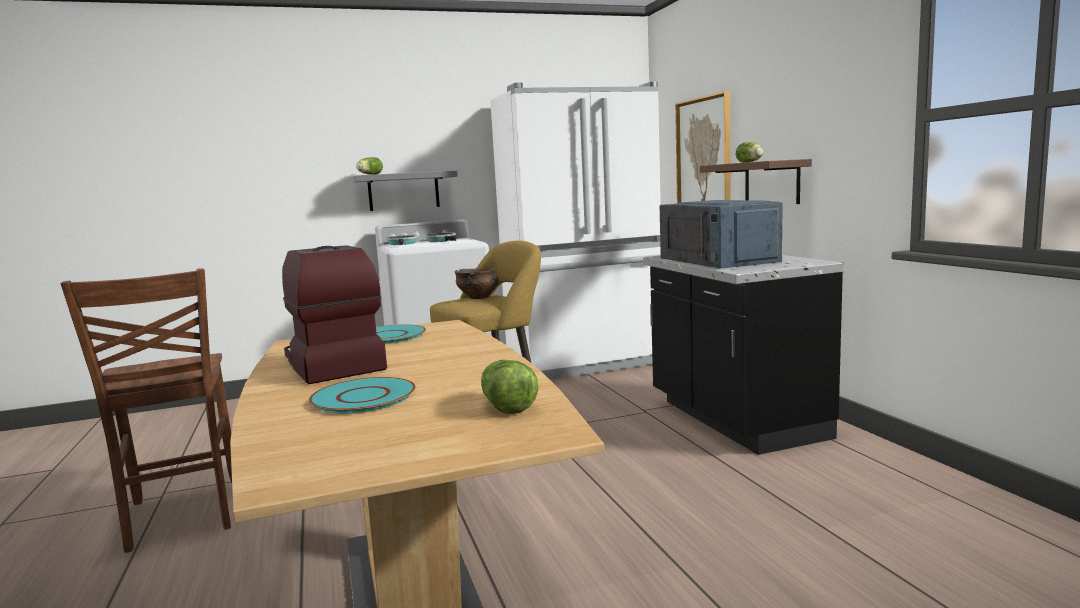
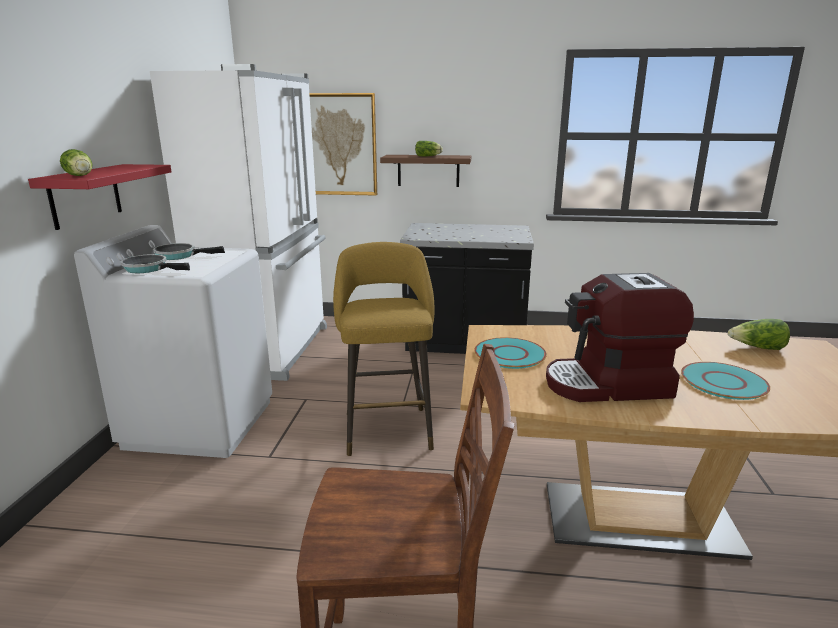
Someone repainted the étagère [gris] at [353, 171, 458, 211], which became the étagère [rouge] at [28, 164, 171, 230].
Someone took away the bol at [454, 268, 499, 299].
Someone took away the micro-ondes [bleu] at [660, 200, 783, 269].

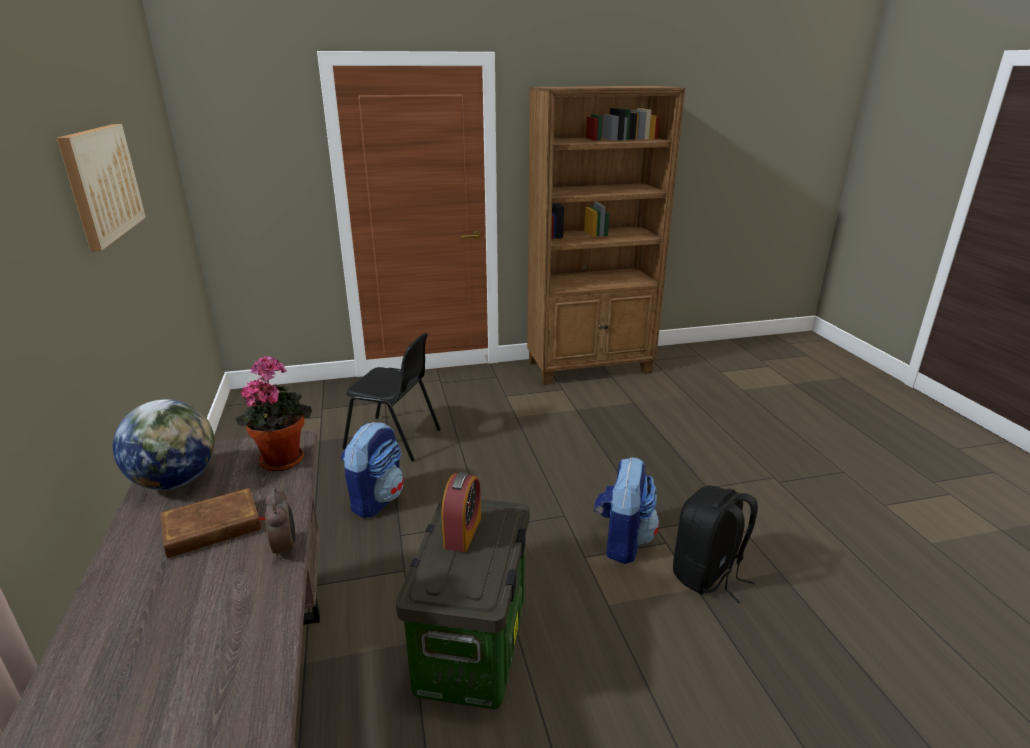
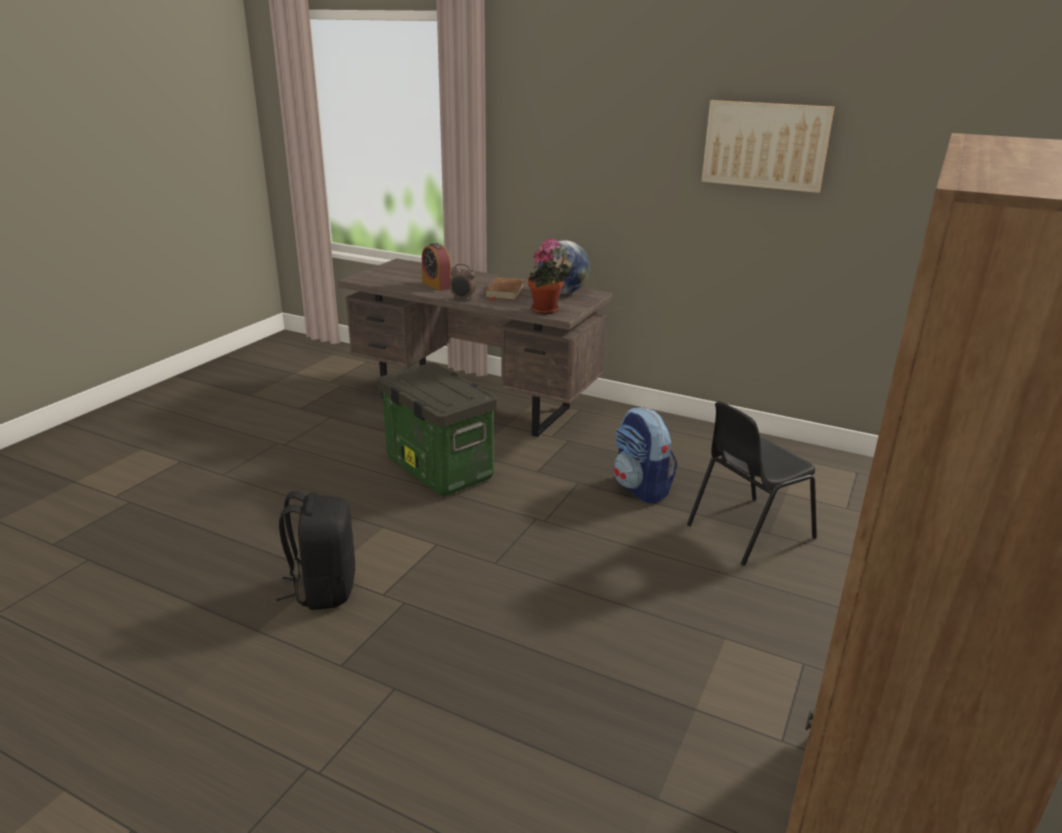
Someone carried the réveil from [442, 472, 481, 552] to [422, 243, 451, 291].
Someone took away the sac à dos at [594, 457, 659, 564].

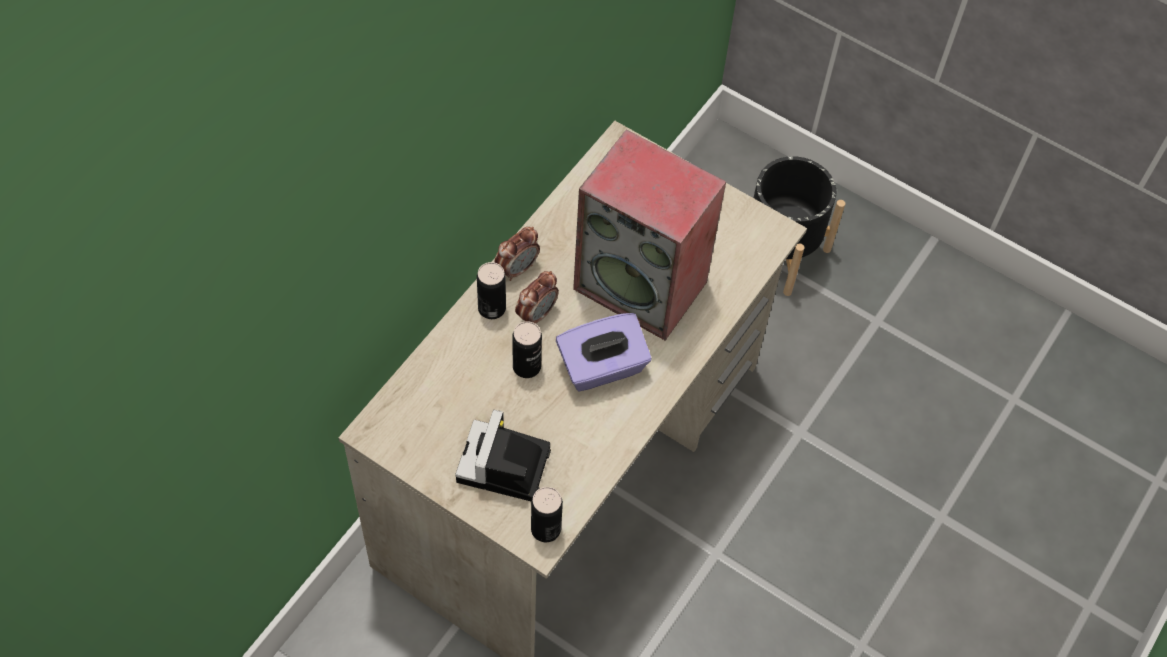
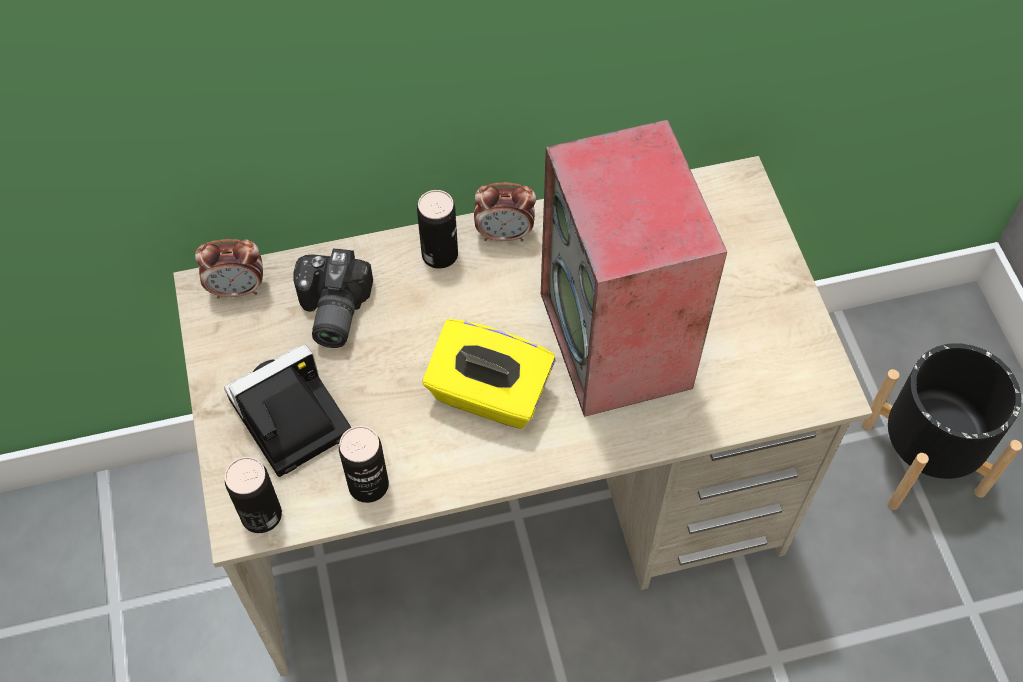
Someone carried the boîte métallique from [512, 321, 542, 378] to [339, 426, 389, 503].
Someone carried the réveil from [515, 271, 559, 324] to [195, 239, 263, 299].
Someone repainted the boîte à mouchoirs [violet] at [556, 313, 652, 391], which became the boîte à mouchoirs [jaune] at [422, 319, 556, 429].
Someone put down the appareil photo at [293, 249, 373, 348].

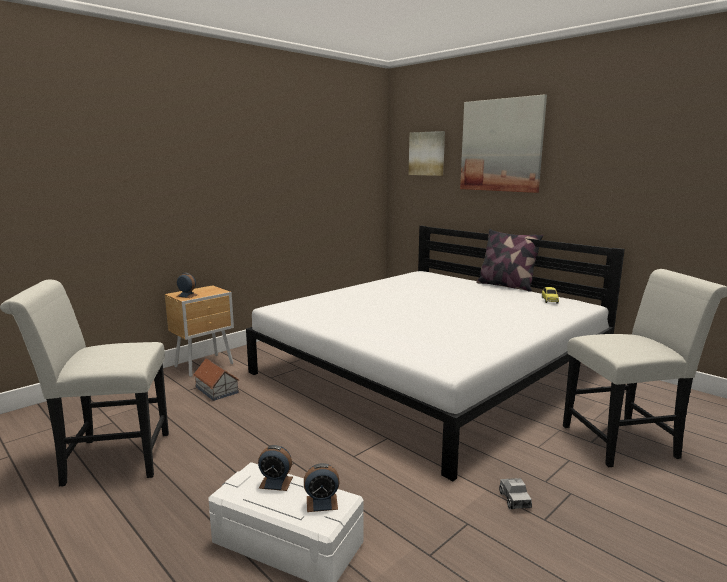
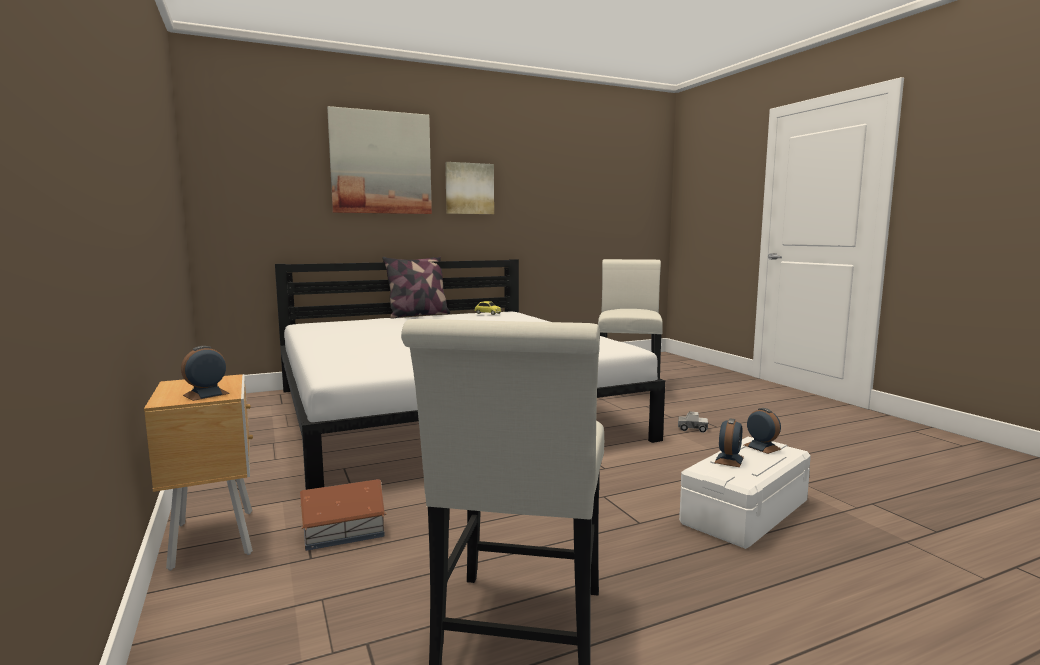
Someone rotated the réveil at [304, 463, 340, 512] by 45 degrees counterclockwise.
Someone carried the tableau from [409, 131, 445, 176] to [445, 162, 494, 214].

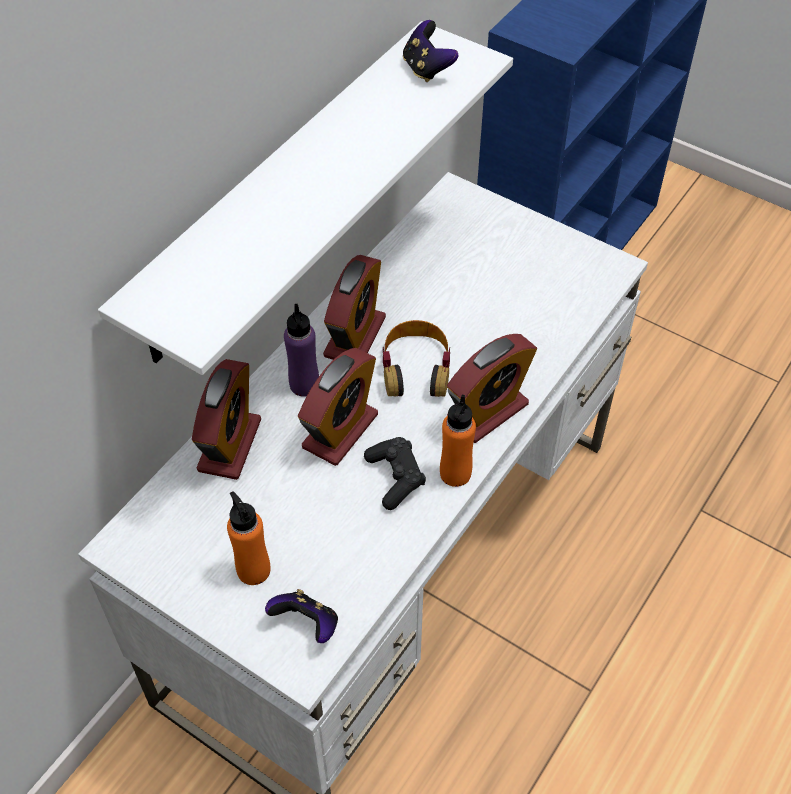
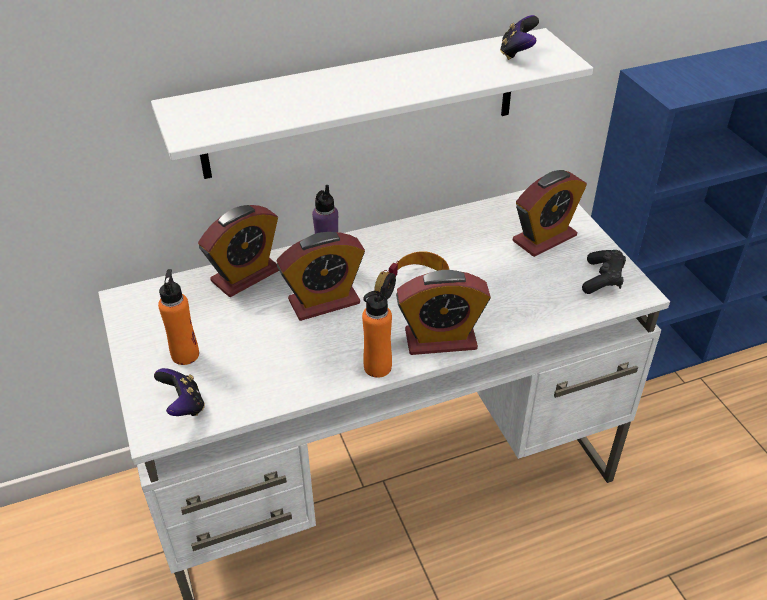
Someone carried the réveil from [323, 255, 386, 360] to [513, 170, 587, 257].
Someone carried the manette [noir] from [364, 437, 426, 510] to [582, 250, 626, 294].

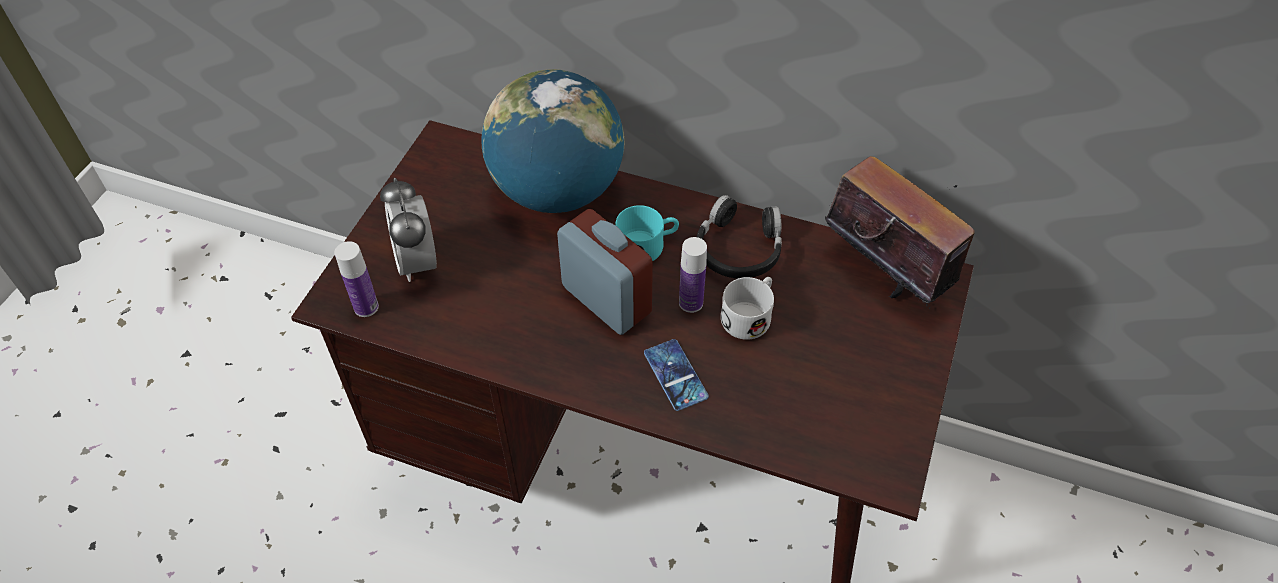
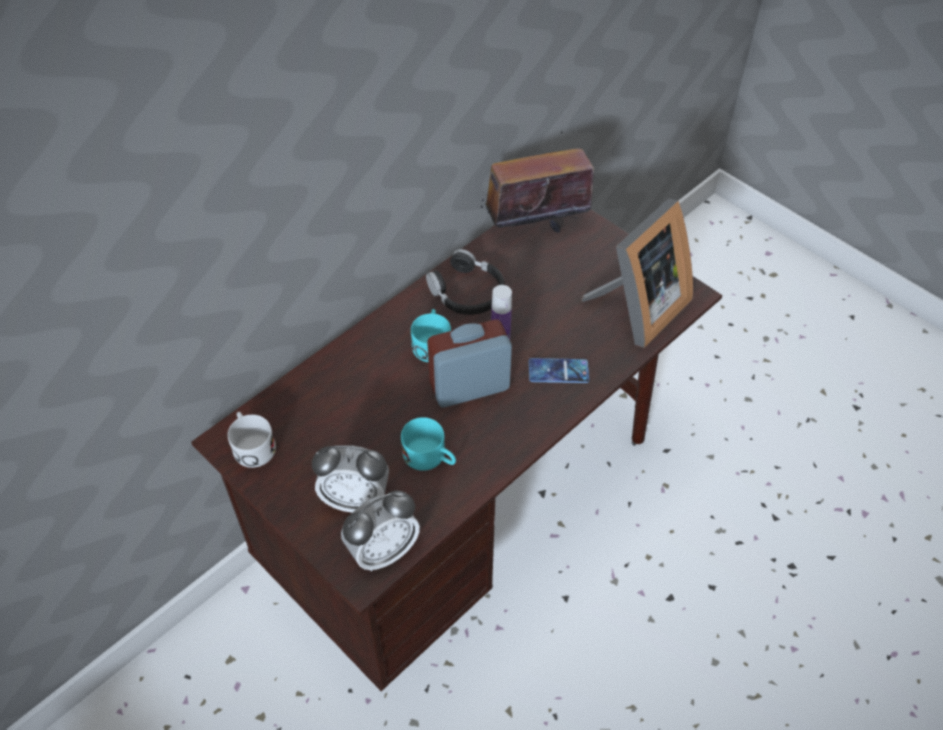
Someone swapped the bouteille at [334, 241, 379, 317] for the réveil at [341, 490, 420, 571].
Someone took away the globe at [482, 69, 624, 213].
Someone carried the mug [blanc] from [721, 277, 774, 340] to [228, 412, 276, 468].
Someone put down the mug [turquoise] at [401, 417, 456, 471].
Someone put down the cadre photo at [581, 198, 693, 348].

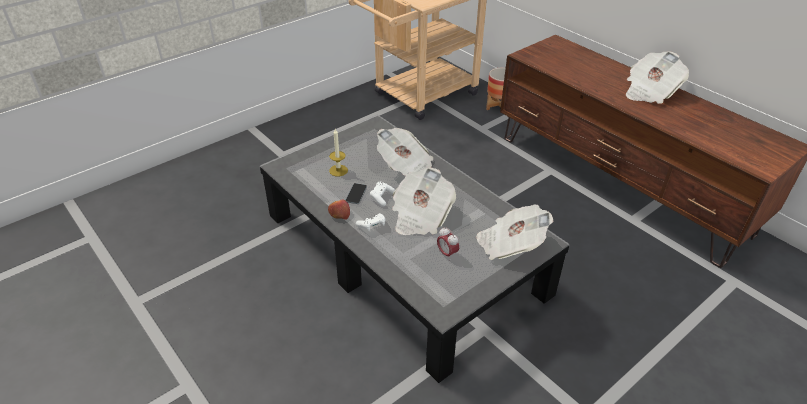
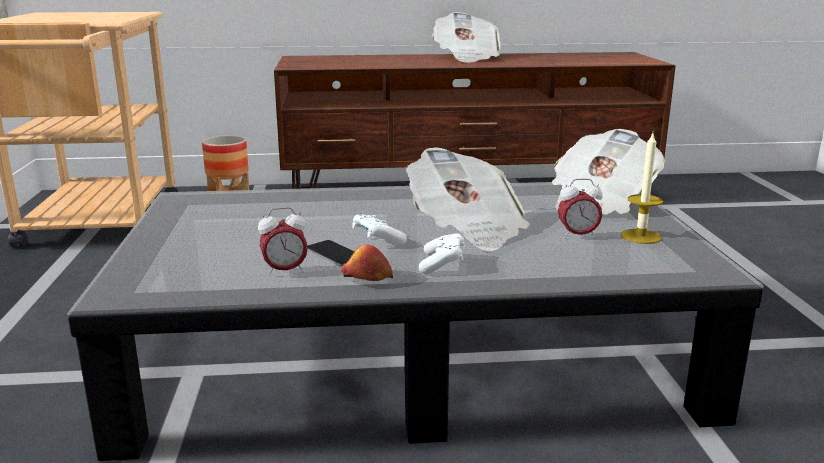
Someone carried the bougie from [329, 129, 348, 176] to [621, 133, 663, 244].
Someone took away the journal at [377, 128, 433, 176].
Someone put down the réveil at [258, 207, 308, 276].

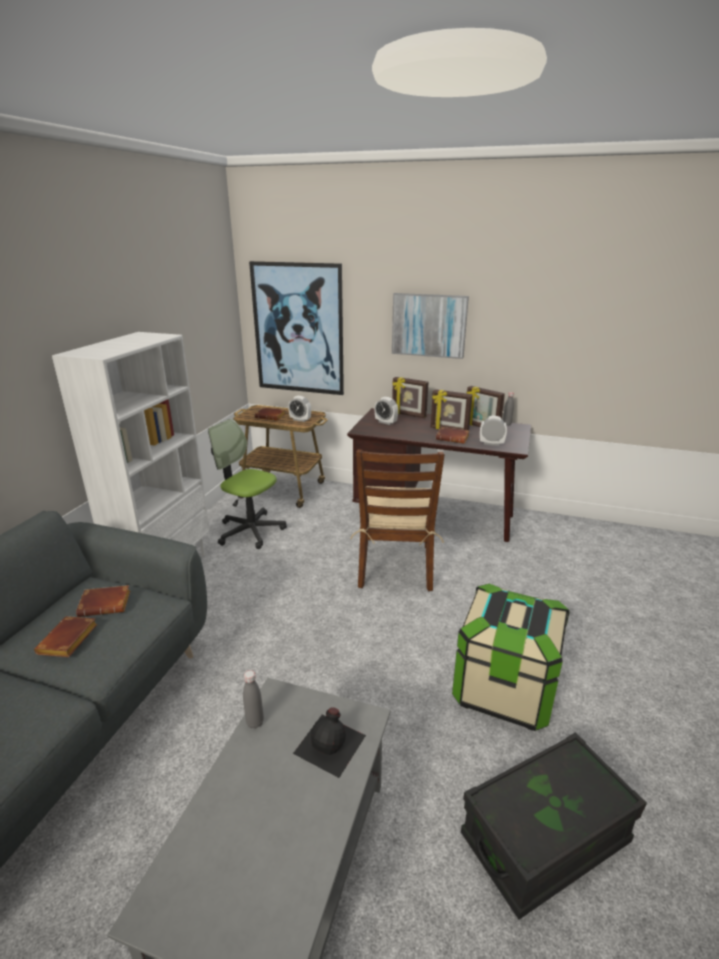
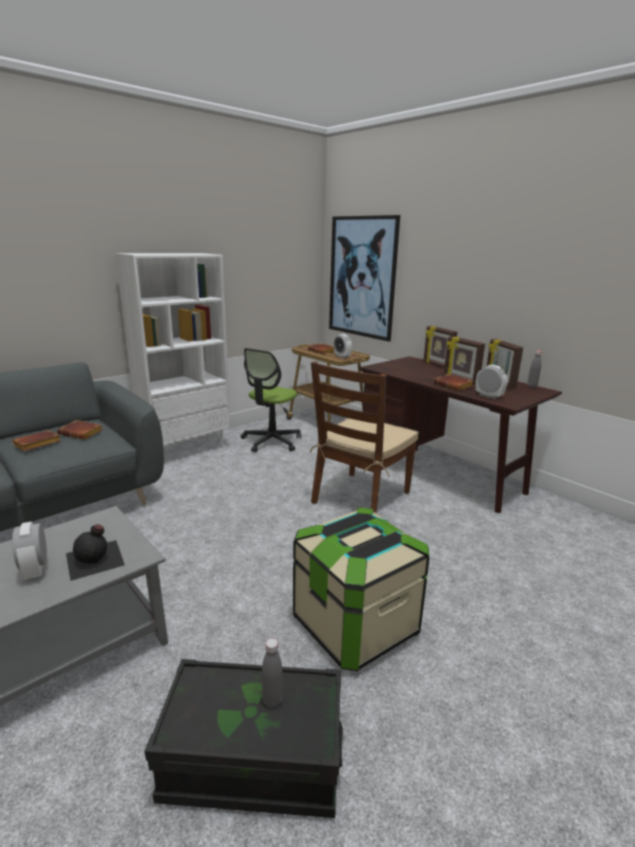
Someone rotated the chaise de bureau at [208, 419, 287, 549] by 120 degrees counterclockwise.
Someone carried the bouteille [gris] from [243, 670, 264, 729] to [262, 638, 283, 708].
Someone carried the réveil from [375, 397, 398, 425] to [12, 521, 47, 581].
Someone took away the tableau at [392, 293, 469, 359].

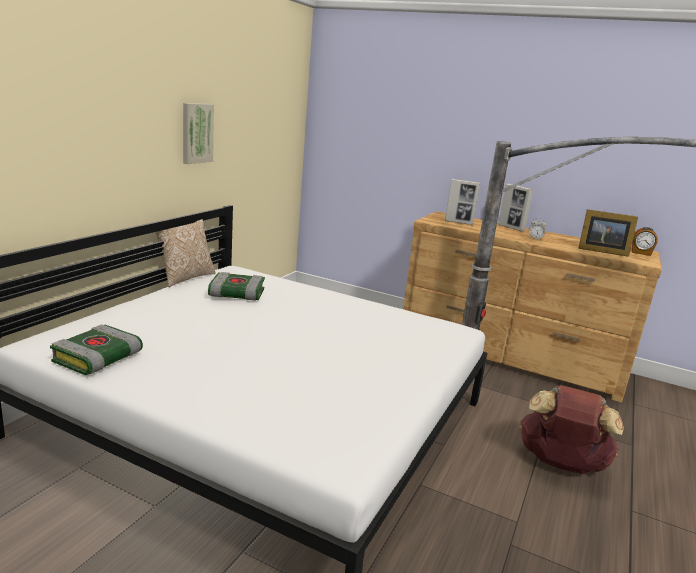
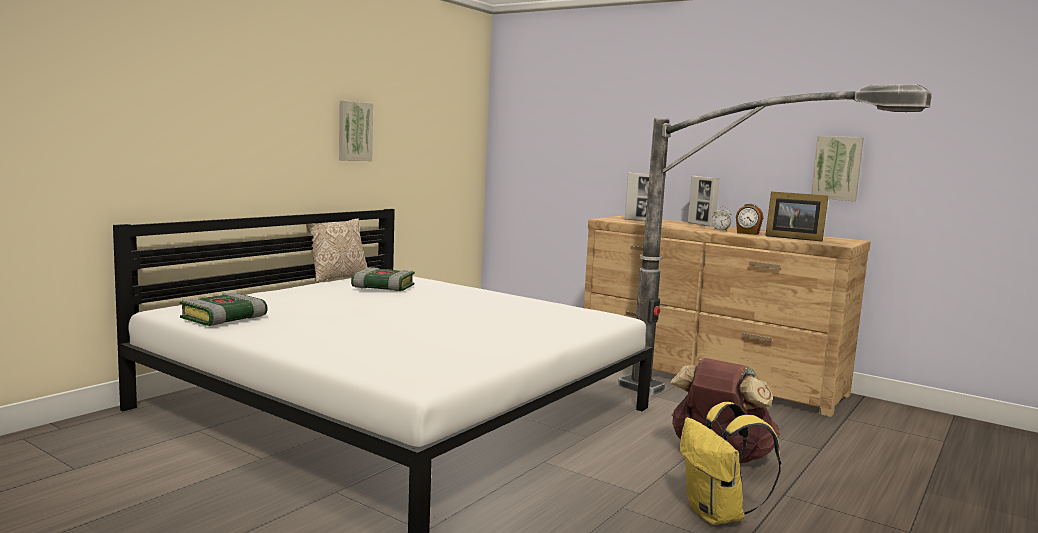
Someone carried the réveil from [632, 227, 658, 256] to [736, 204, 763, 235].
Someone put down the sac à dos [jaune] at [680, 402, 781, 525].
Someone put up the tableau at [811, 136, 864, 201].

